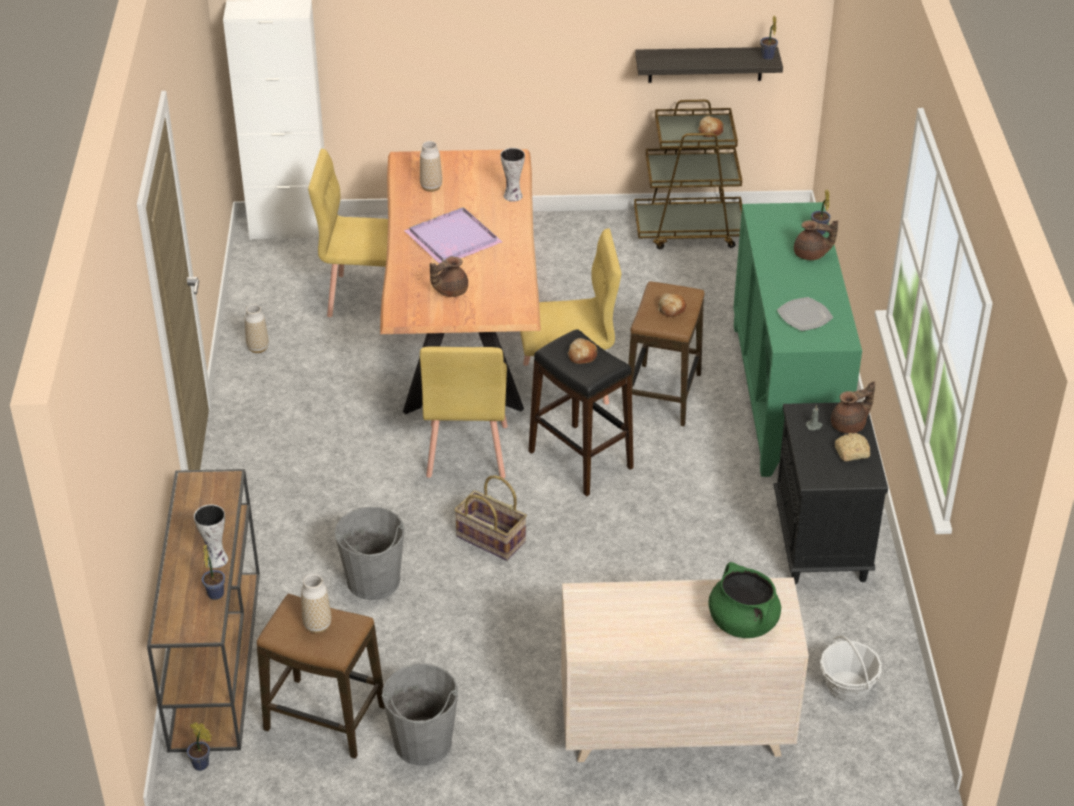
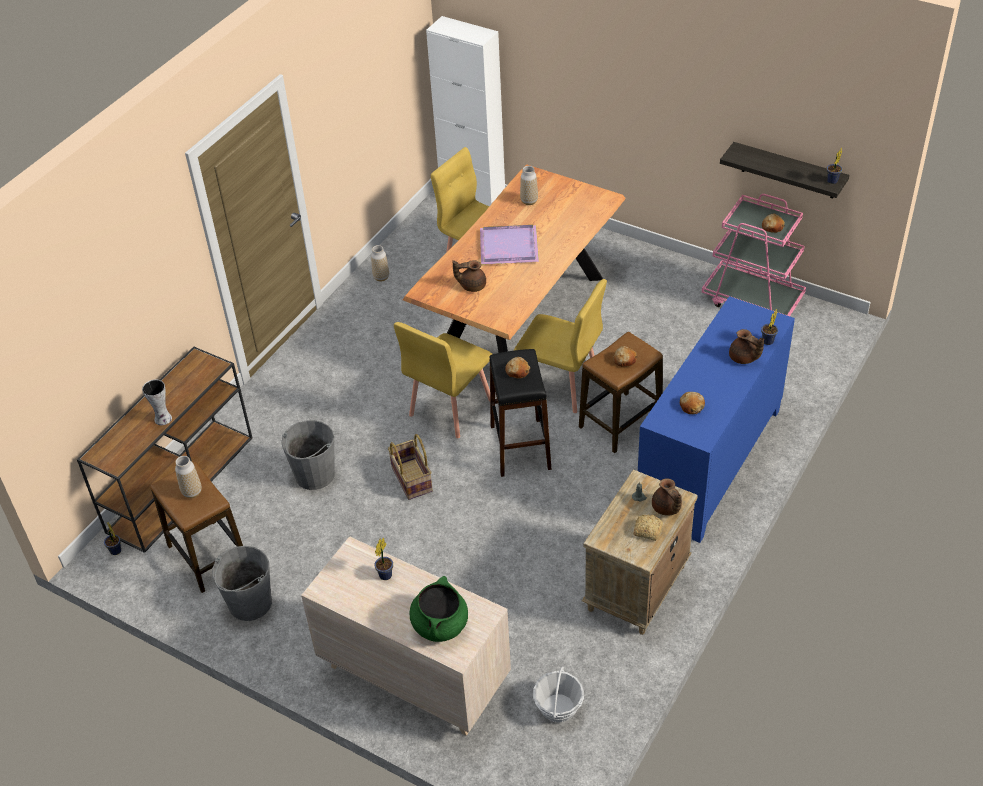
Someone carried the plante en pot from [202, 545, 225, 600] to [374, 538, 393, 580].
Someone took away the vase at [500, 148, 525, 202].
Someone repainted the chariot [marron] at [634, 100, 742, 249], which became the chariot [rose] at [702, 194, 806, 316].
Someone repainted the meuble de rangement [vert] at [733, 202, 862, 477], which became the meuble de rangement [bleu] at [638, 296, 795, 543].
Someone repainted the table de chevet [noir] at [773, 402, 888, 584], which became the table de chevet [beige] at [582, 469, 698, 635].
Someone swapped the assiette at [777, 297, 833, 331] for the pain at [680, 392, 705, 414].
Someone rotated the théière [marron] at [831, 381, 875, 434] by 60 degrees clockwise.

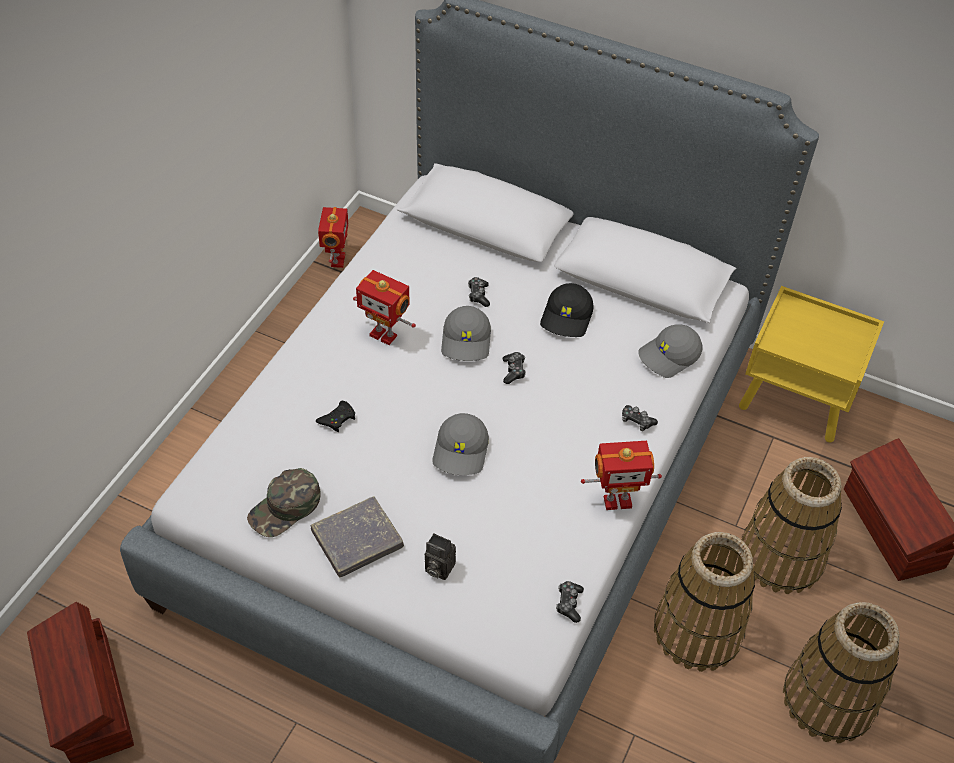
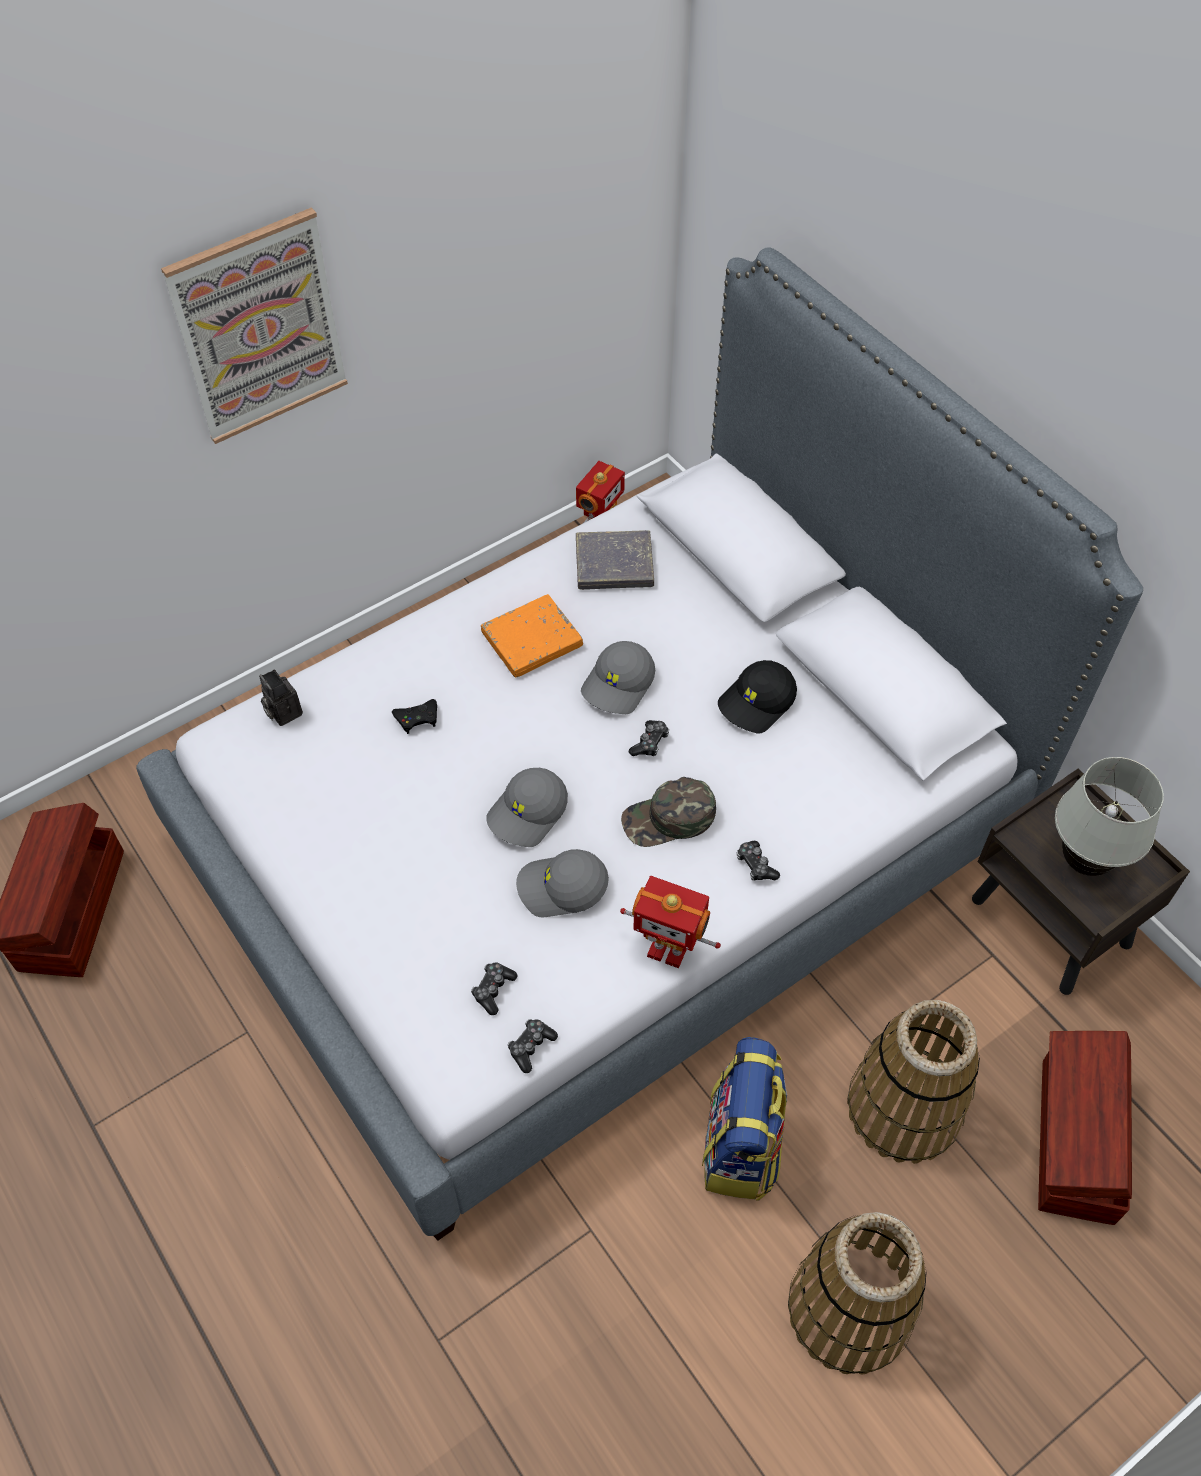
Someone carried the casquette [vert] from [247, 468, 321, 537] to [621, 777, 716, 847].
Someone carried the livre [gris] from [310, 496, 404, 578] to [576, 530, 654, 590].
Someone swapped the robot jouet at [353, 270, 416, 345] for the livre [orange] at [481, 594, 583, 678].
Someone carried the appareil photo from [425, 533, 456, 580] to [259, 669, 303, 726].
Someone carried the manette from [468, 277, 490, 307] to [471, 963, 518, 1015].
Someone carried the casquette [gris] from [638, 324, 703, 378] to [516, 849, 609, 917].
Someone swapped the panier at [654, 532, 755, 672] for the sac à dos at [702, 1037, 787, 1201].
Someone repainted the table de chevet [jaune] at [739, 286, 884, 442], which became the table de chevet [marron] at [972, 769, 1190, 995].
Someone put up the tableau at [161, 208, 348, 444].
Someone put down the lampe de table [blanc] at [1055, 757, 1164, 876].

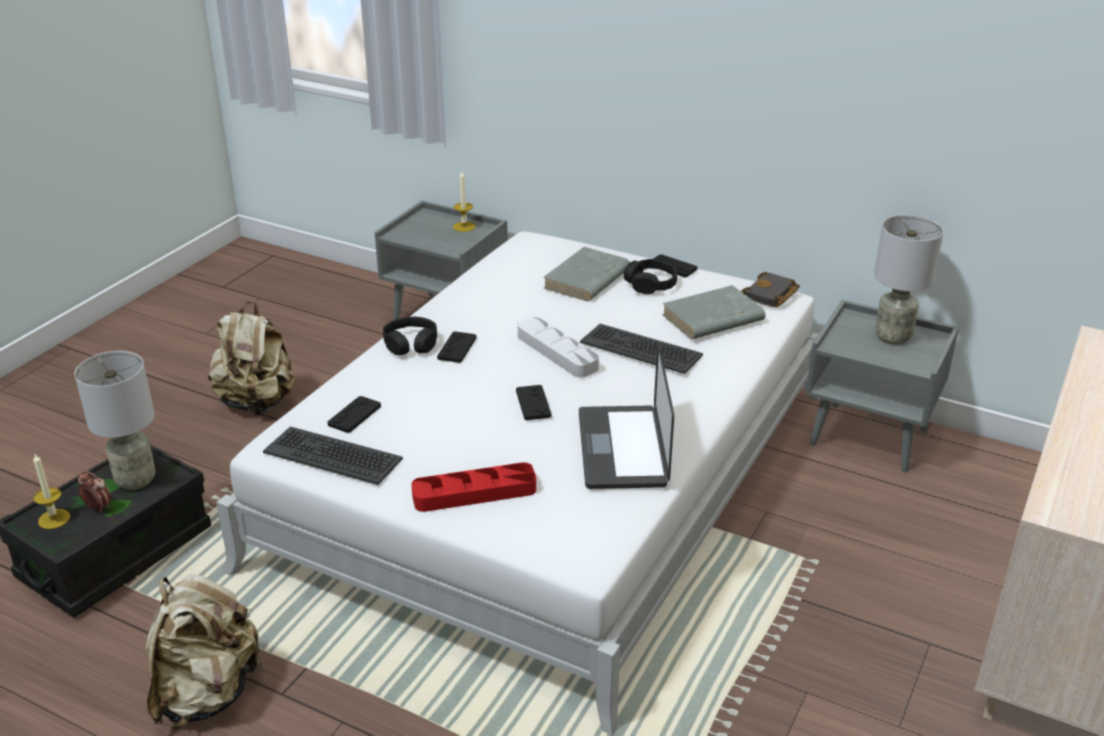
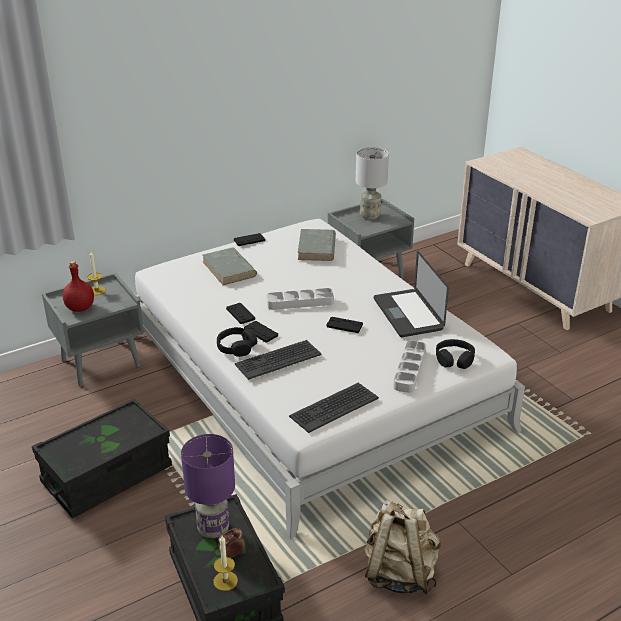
Someone repainted the lampe de table [gris] at [74, 351, 156, 490], which became the lampe de table [violet] at [181, 434, 235, 539].
Someone swapped the sac à dos [beige] at [208, 301, 295, 415] for the boîte de rangement [noir] at [32, 398, 172, 518].
Someone carried the manette [noir] from [328, 396, 381, 433] to [226, 303, 255, 324].
Someone repainted the plateau [rouge] at [411, 462, 536, 512], which became the plateau [gris] at [393, 340, 426, 393].
Someone rotated the ordinateur portable at [579, 342, 674, 489] by 45 degrees clockwise.
Someone carried the clavier from [580, 324, 703, 374] to [235, 340, 322, 380].
Someone carried the casque audio [noir] from [624, 259, 677, 294] to [436, 339, 475, 369].
Someone took away the livre [noir] at [741, 272, 800, 307].
Someone put down the bouteille [rouge] at [63, 261, 94, 312].

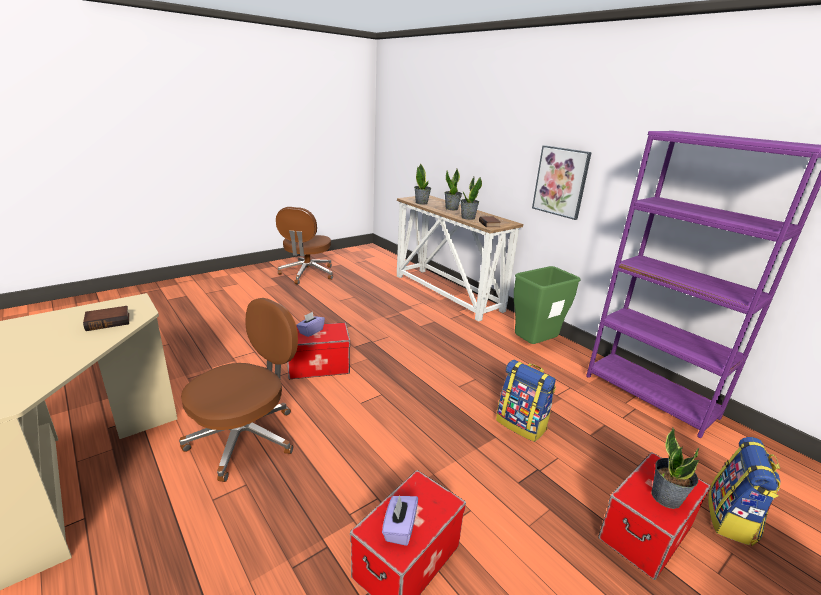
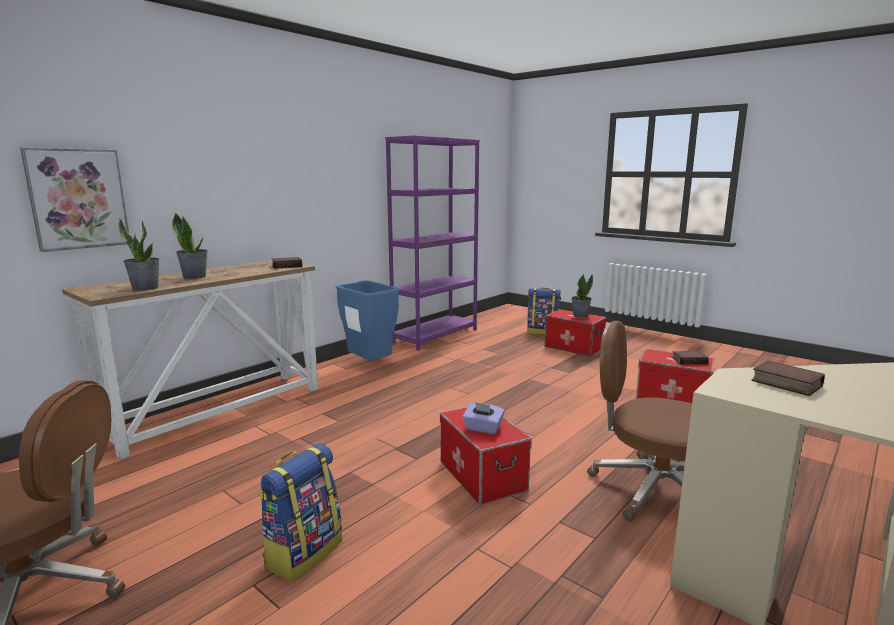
Someone swapped the boîte à mouchoirs [violet] at [382, 495, 418, 546] for the livre at [672, 351, 709, 364].
Someone took away the plante en pot at [460, 177, 482, 220].
Someone carried the sac à dos from [496, 360, 556, 442] to [259, 444, 342, 582].
Someone repainted the poubelle [vert] at [514, 266, 581, 344], which became the poubelle [bleu] at [336, 280, 400, 360].
Someone carried the tableau from [532, 145, 592, 220] to [20, 148, 129, 252].

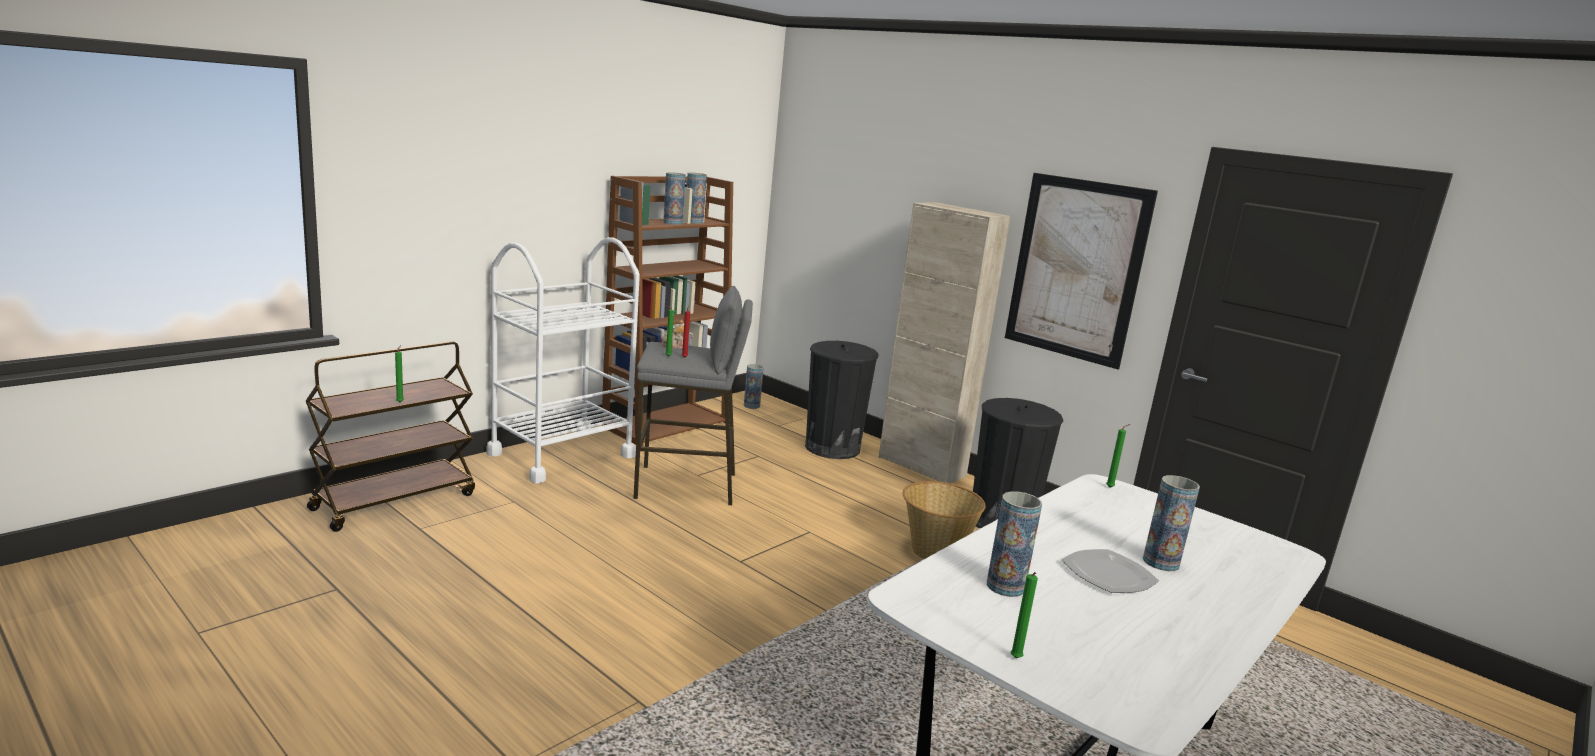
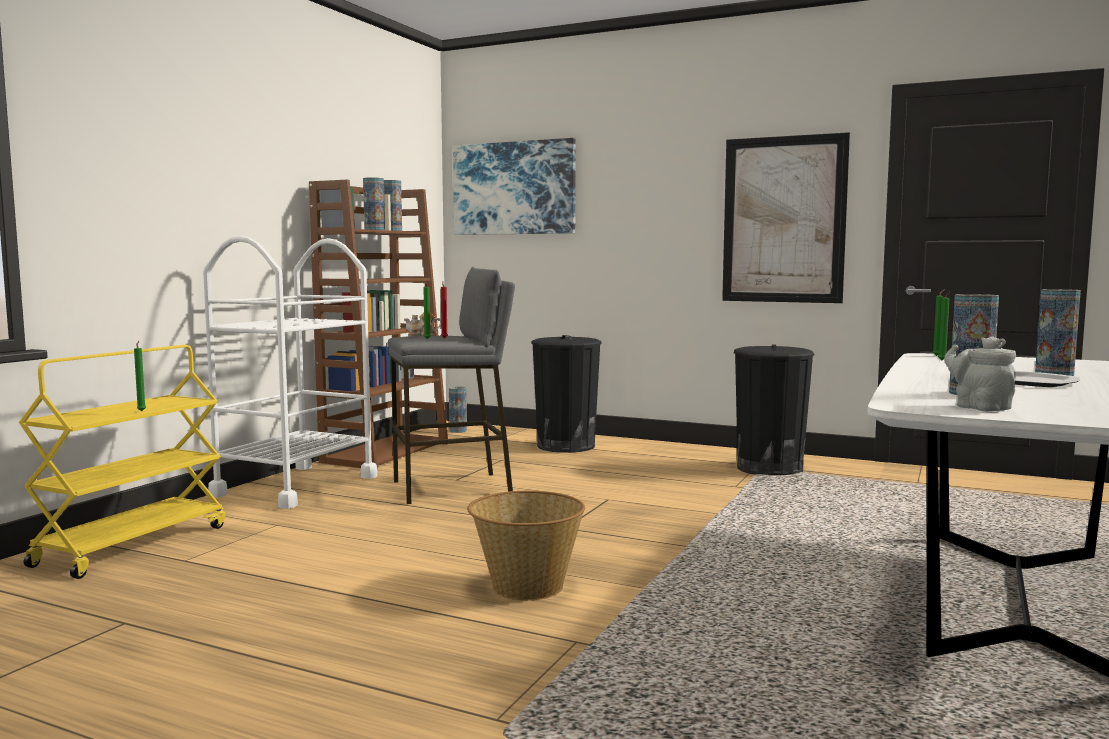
Someone repainted the chariot [marron] at [306, 341, 475, 532], which became the chariot [jaune] at [19, 345, 225, 579].
Someone took away the meuble de rangement [beige] at [878, 202, 1011, 483].
Someone carried the panier from [903, 481, 986, 559] to [467, 491, 585, 600].
Someone carried the bougie [vert] from [1011, 572, 1038, 658] to [938, 291, 950, 360].
Someone put up the tableau at [453, 138, 576, 235].
Someone put down the théière [gris] at [944, 336, 1016, 412].

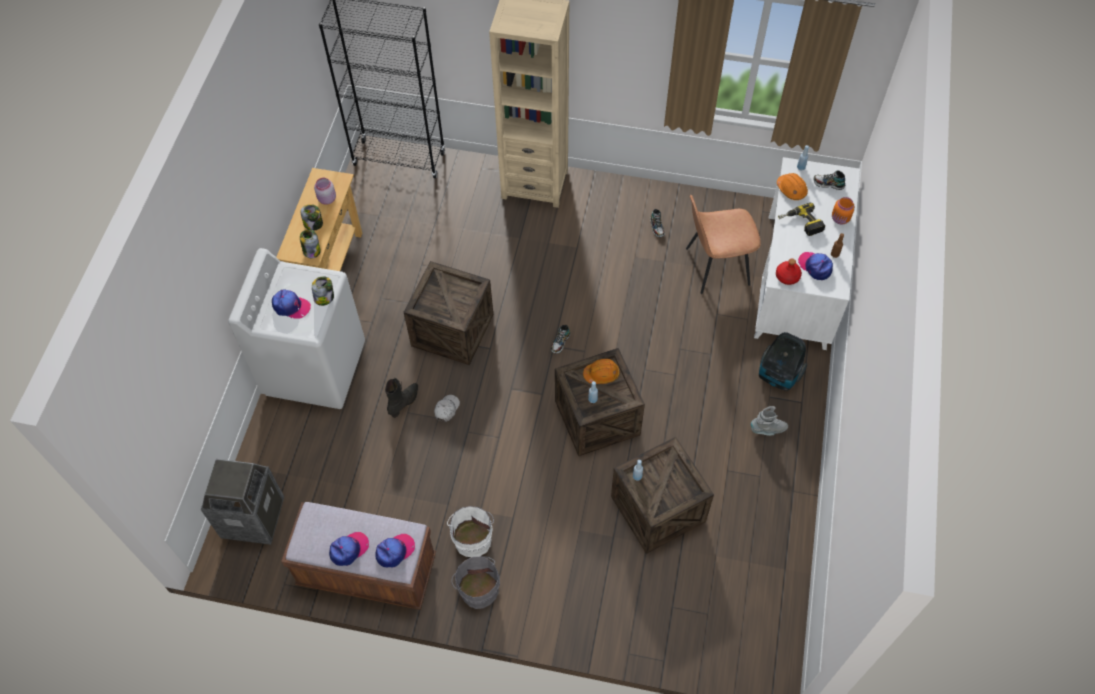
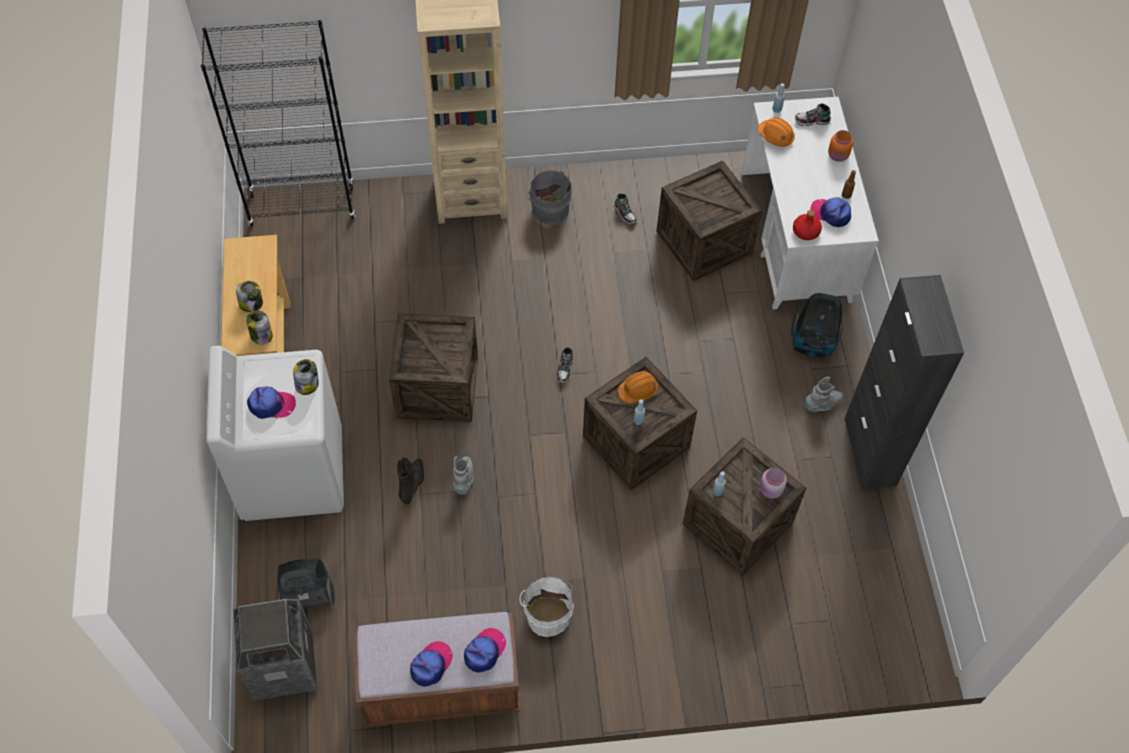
Someone carried the bocal [rose] from [314, 178, 336, 205] to [760, 468, 787, 499].
Someone swapped the casquette [blanc] at [434, 395, 460, 422] for the botte [gris] at [453, 455, 474, 495].
Someone carried the seau [gris] from [452, 556, 500, 609] to [526, 170, 572, 225].
Someone swapped the chaise [marron] at [686, 194, 761, 294] for the caisse at [657, 161, 762, 281].
Someone took away the perceuse at [778, 203, 825, 236].
Someone put down the aspirateur at [276, 558, 335, 608].
Someone put down the meuble de rangement [noir] at [845, 275, 964, 489].

